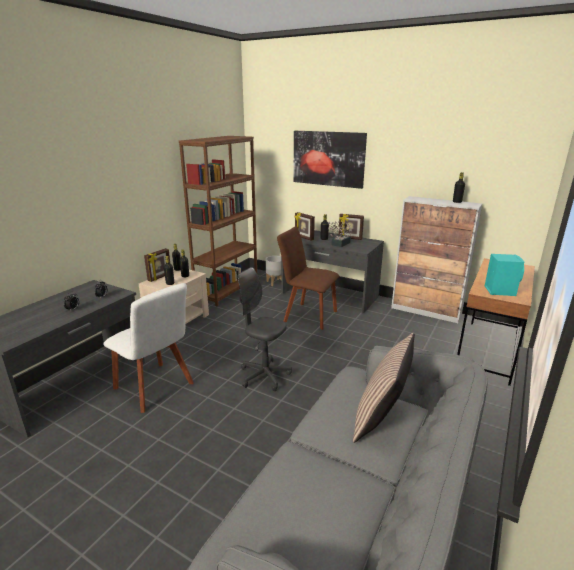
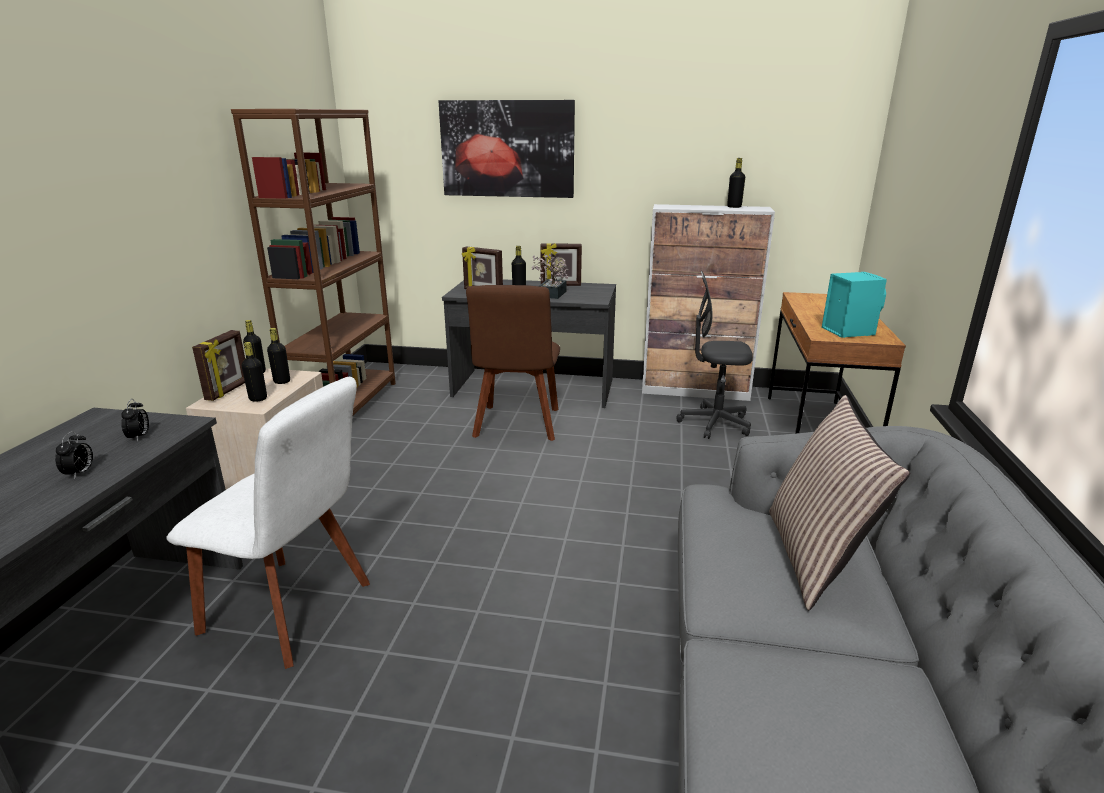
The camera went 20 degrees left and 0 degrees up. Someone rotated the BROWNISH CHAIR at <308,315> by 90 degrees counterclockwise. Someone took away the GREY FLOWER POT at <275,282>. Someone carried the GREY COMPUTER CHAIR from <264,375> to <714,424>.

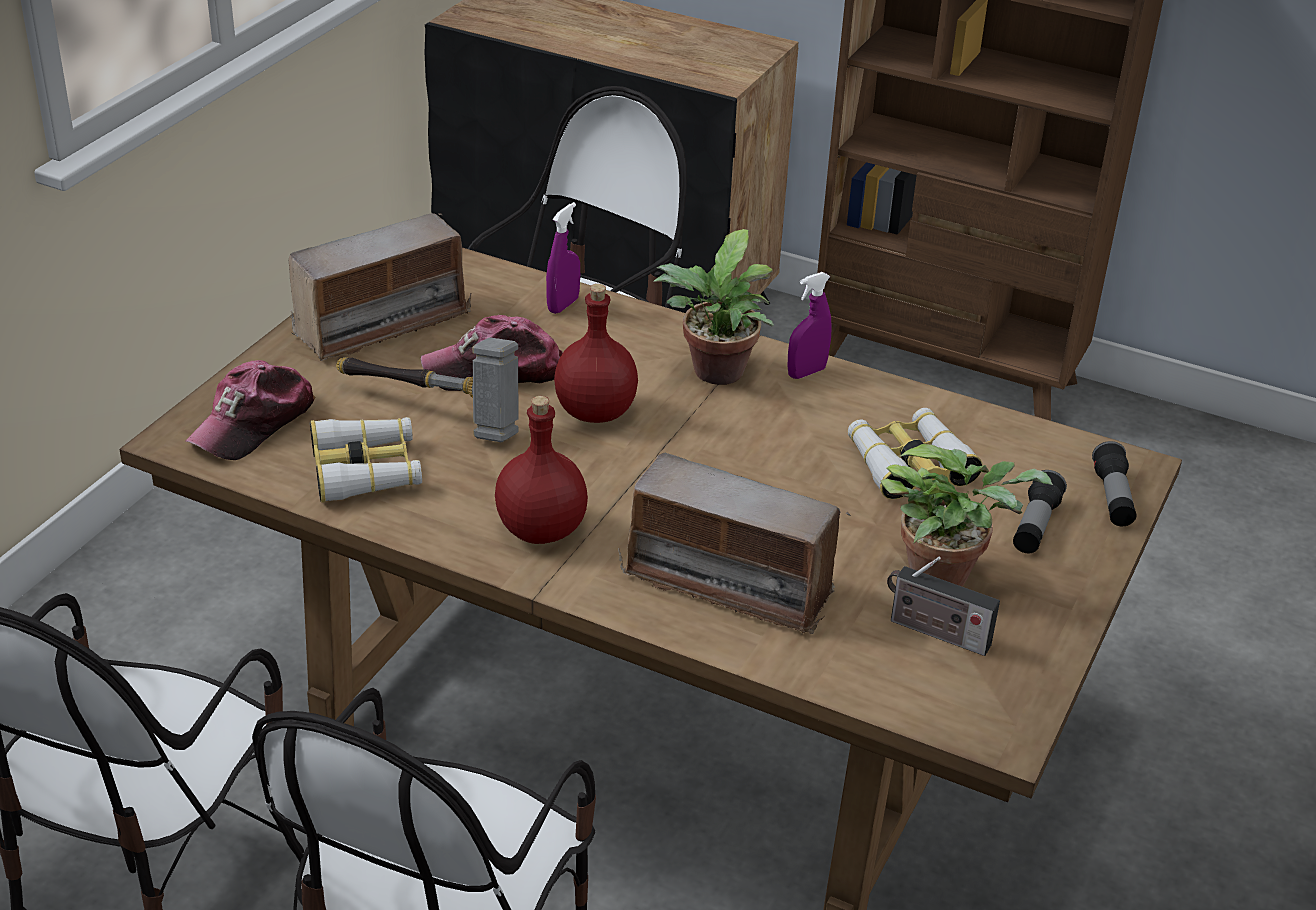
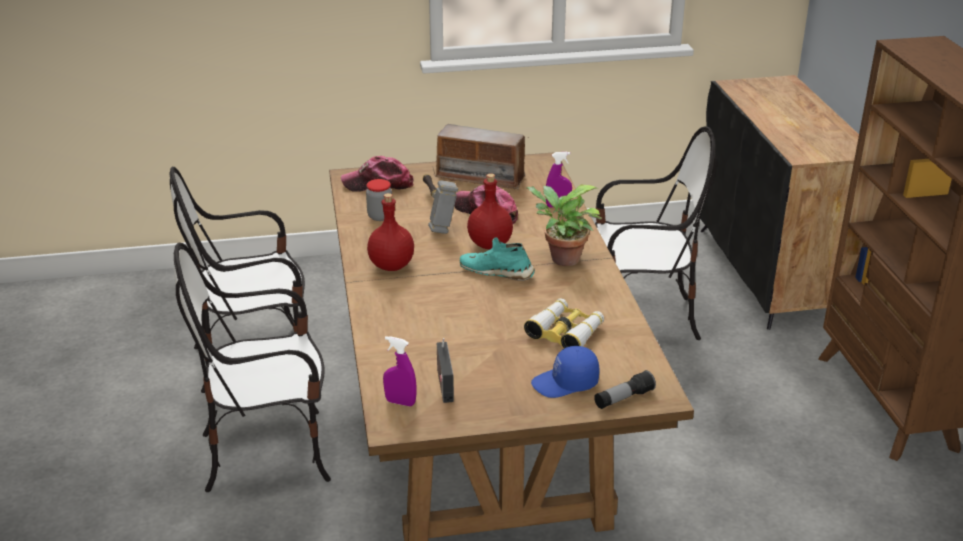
The camera went 55 degrees right and 5 degrees down. Someone carried the PURPLE SPRAY BOTTLE from <806,372> to <400,402>. Someone swapped the BINOCULARS at <366,470> for the JAR at <380,216>. Someone took away the POTTED PLANT at <946,575>. Someone took away the RADIO at <730,583>. Someone swapped the FLASHLIGHT at <1035,526> for the BLUE-COLOURED CAP at <565,383>. Someone put down the TURQUOISE-COLOURED LOW SHOE at <497,271>.

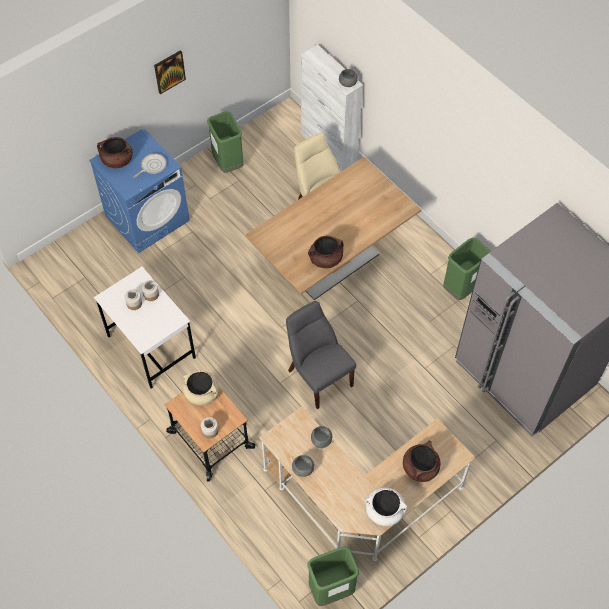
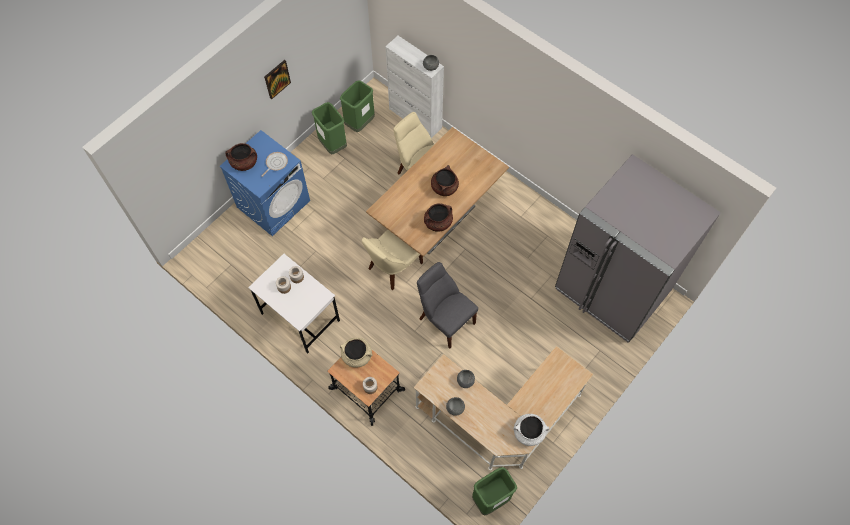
The camera went 10 degrees left and 5 degrees up. Someone carried the GREENISH RUBBISH BIN from <461,289> to <360,123>. Someone carried the BROWNISH SAUCEPOT from <420,467> to <444,187>. Someone put down the SAND-COLOURED CHAIR at <393,267>.

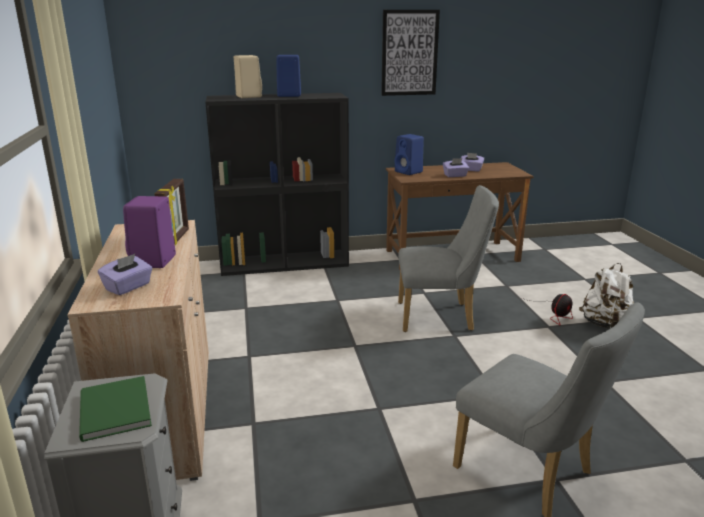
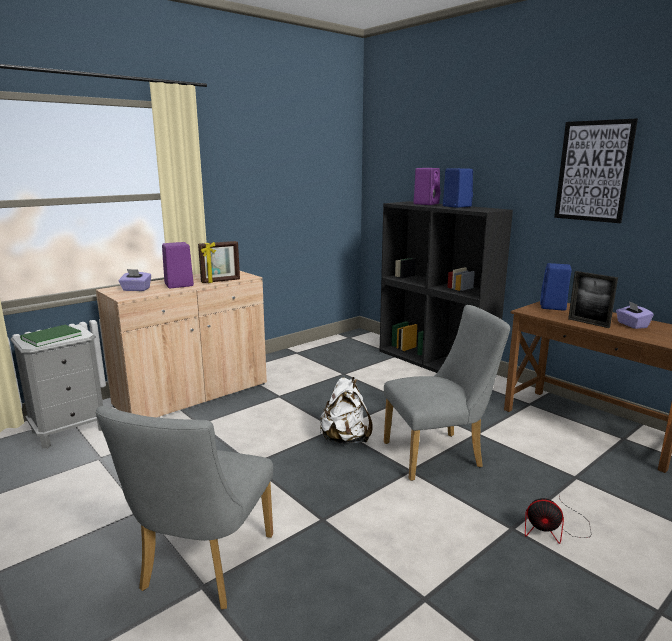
The camera went 60 degrees right and 5 degrees down. Someone repainted the SAND-COLOURED SPEAKER at <248,96>, which became the PURPLE SPEAKER at <426,204>. Someone swapped the PURPLE TISSUE HOLDER at <455,175> for the PICTURE FRAME at <588,323>. Someone rotated the GREY CHAIR at <441,317> by 75 degrees counterclockwise. Someone carried the WHITISH KNAPSACK from <605,325> to <345,439>.

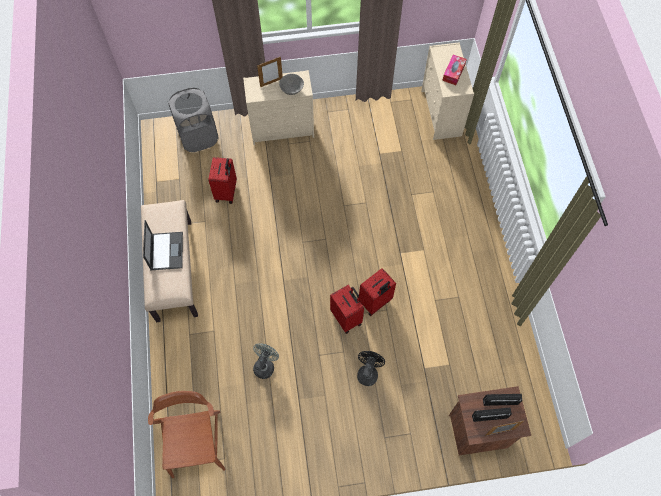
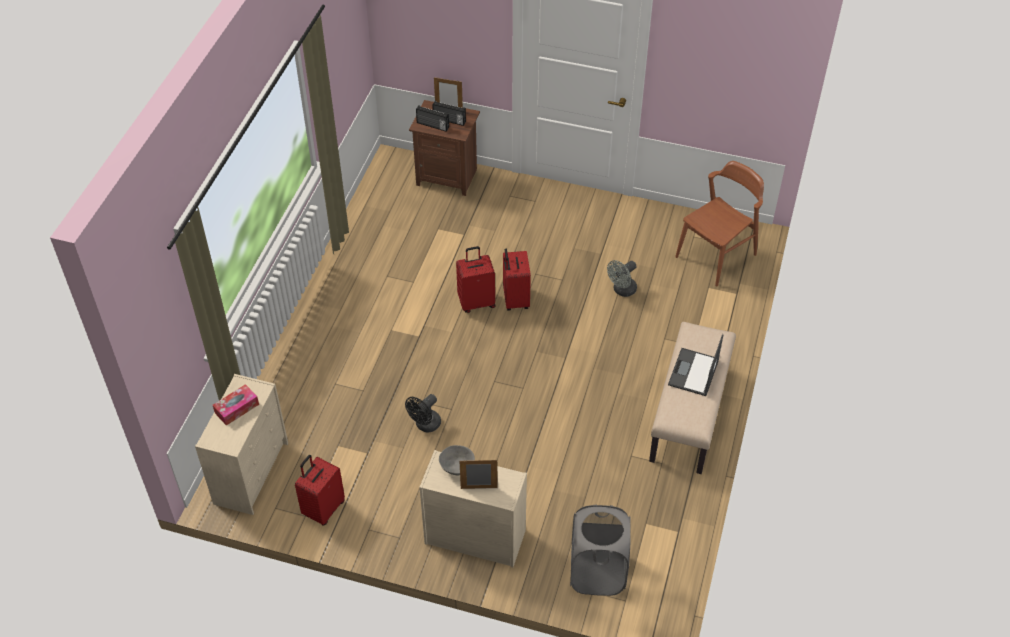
The camera went 155 degrees left and 15 degrees down. Someone carried the REDDISH TRAVEL CASE from <227,192> to <323,508>. Someone carried the BLACKISH ELECTRIC FAN from <368,372> to <425,425>. Someone rotated the BROWNISH CHAIR at <196,443> by 150 degrees counterclockwise.

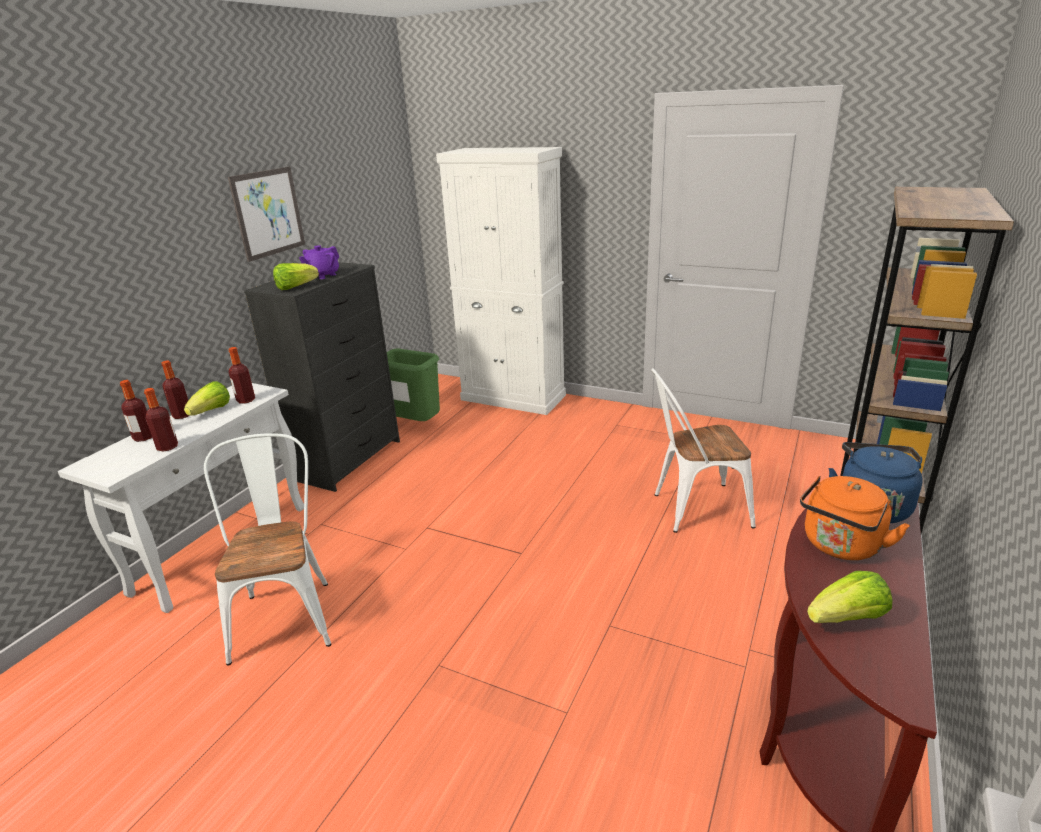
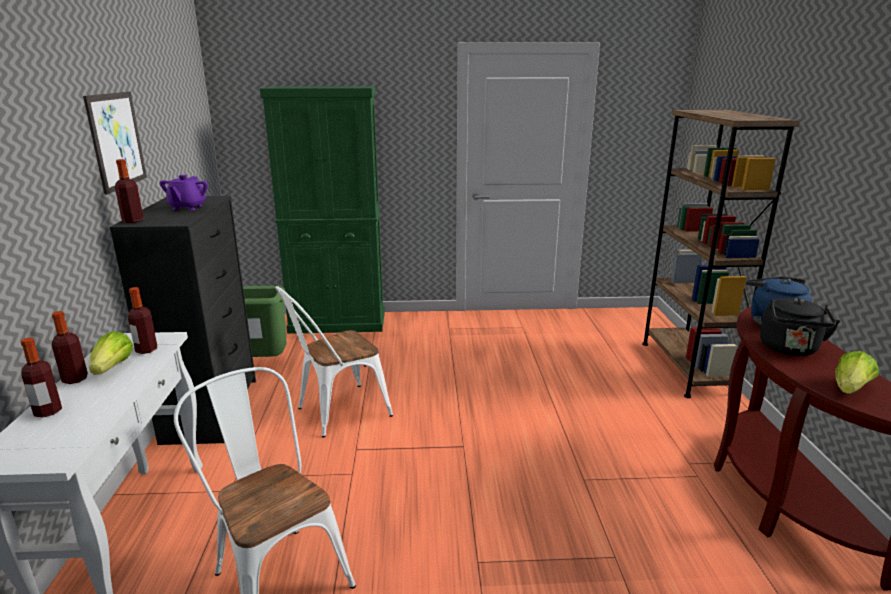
The camera went 30 degrees left and 5 degrees down. Someone repainted the WHITISH CABINET at <513,397>, which became the GREENISH CABINET at <338,323>. Someone took away the HEAD OF LETTUCE at <295,287>. Someone carried the WHITISH CHAIR from <693,509> to <336,413>. Someone carried the BOTTLE from <167,447> to <133,221>. Someone repainted the ORANGEY WATER KETTLE at <840,546>, which became the BLACKISH WATER KETTLE at <789,349>.

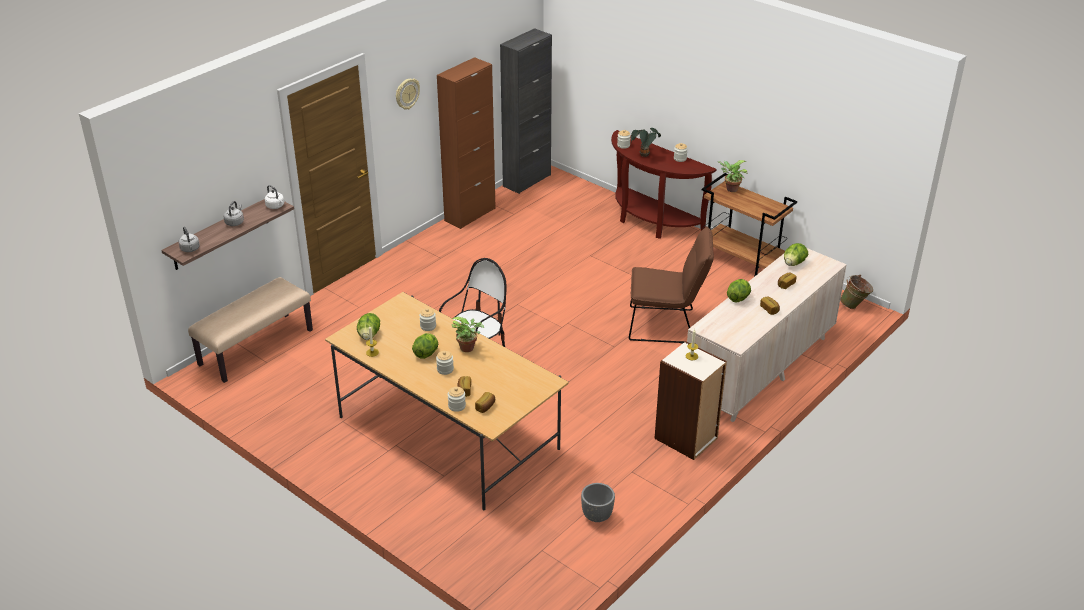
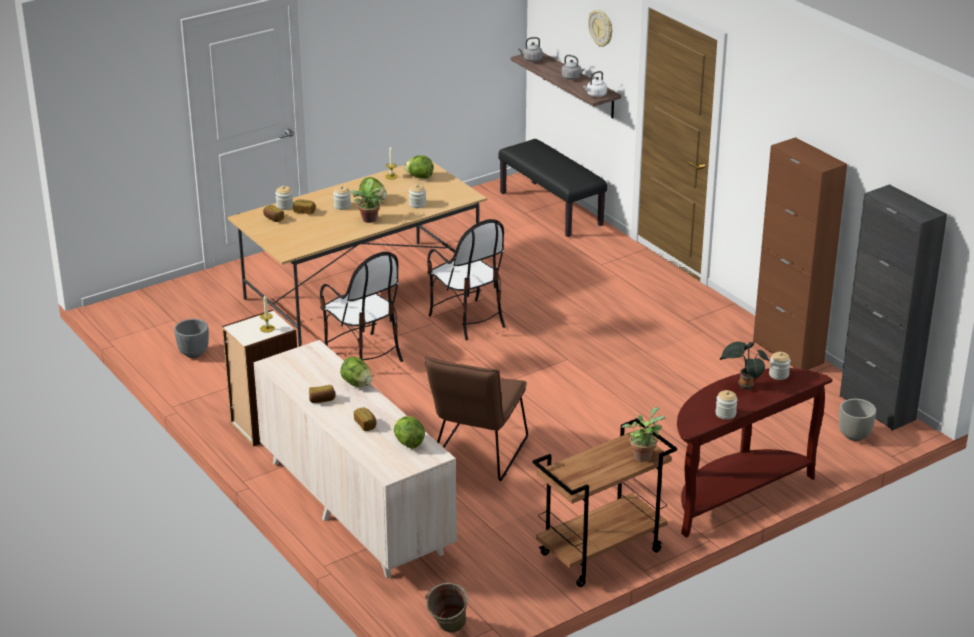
The camera went 105 degrees right and 5 degrees down. Someone carried the CLOCK ON THE WALL from <407,94> to <601,28>. Someone repainted the SAND-COLOURED BENCH at <256,347>, which became the BLACKISH BENCH at <551,209>. Someone put down the CHAIR at <363,355>. Someone put down the GREY FLOWER POT at <854,436>.

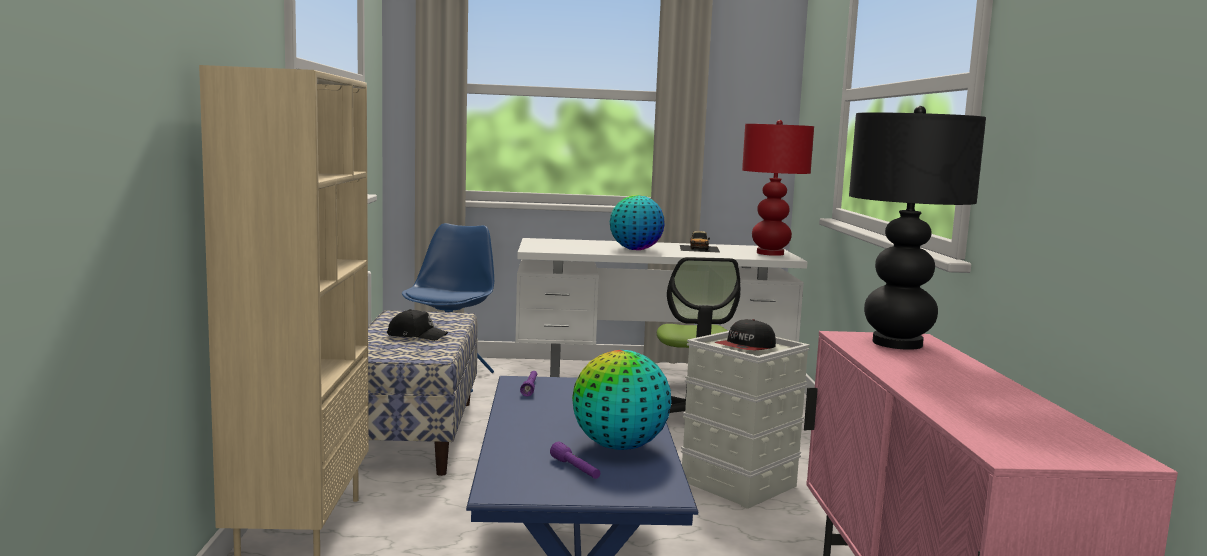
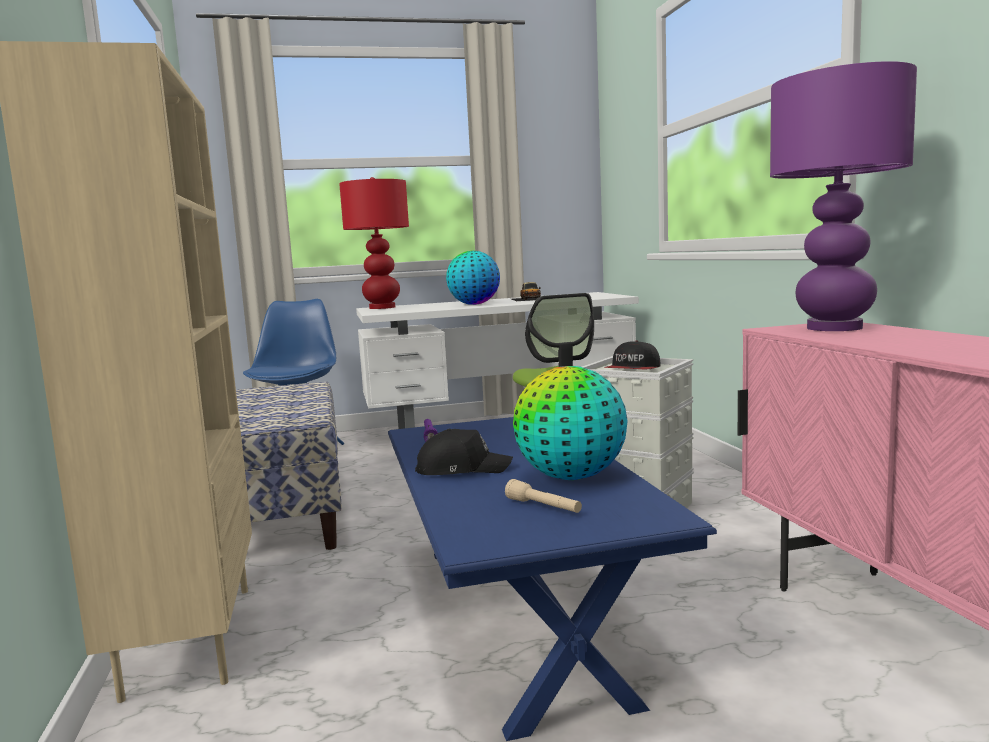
The camera went 10 degrees left and 0 degrees up. Someone repainted the BLACKISH TABLETOP LAMP at <897,344>, which became the PURPLE TABLETOP LAMP at <835,328>. Someone carried the REDDISH TABLETOP LAMP from <769,253> to <381,308>. Someone carried the BLACKISH CAP from <416,336> to <462,469>. Someone repainted the PURPLE FLASHLIGHT at <575,469>, which became the SAND-COLOURED FLASHLIGHT at <543,507>.

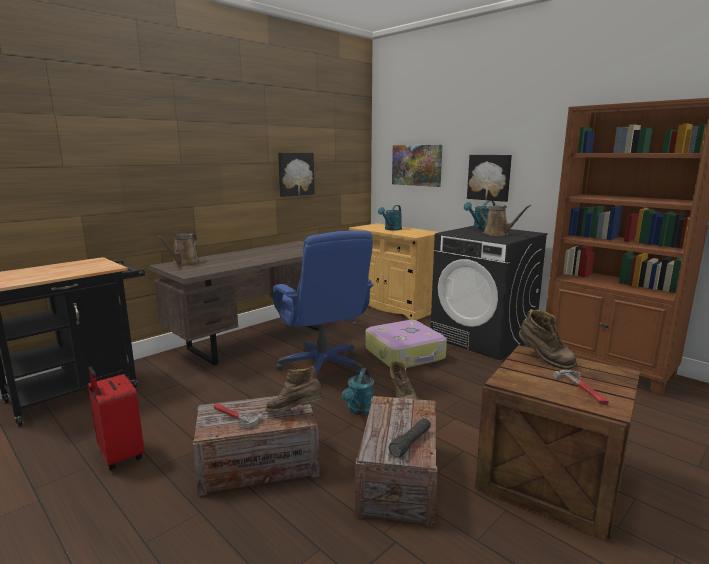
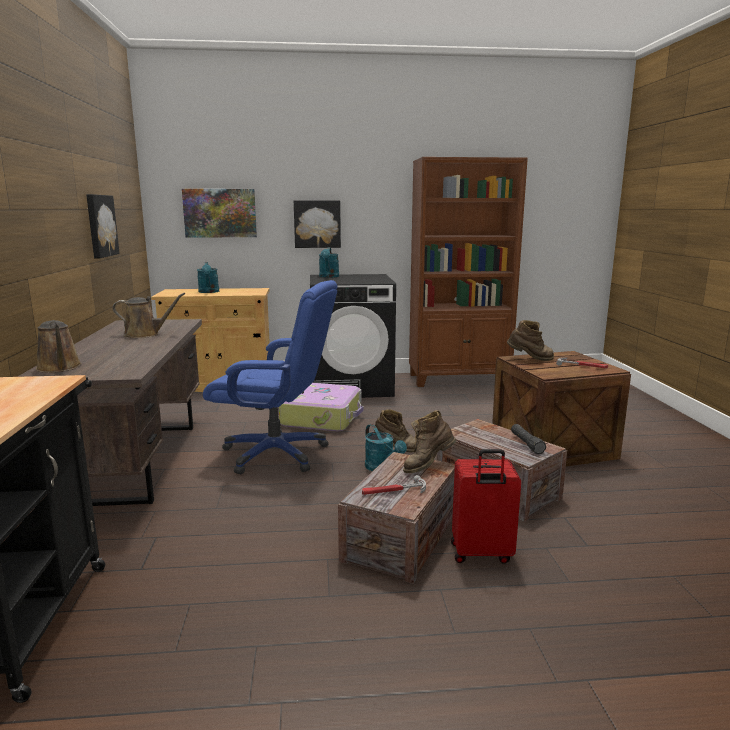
The camera went 50 degrees left and 0 degrees up. Someone carried the BROWNISH WATERING CAN from <498,234> to <145,334>. Someone carried the REDDISH TRAVEL CASE from <120,456> to <481,554>.

